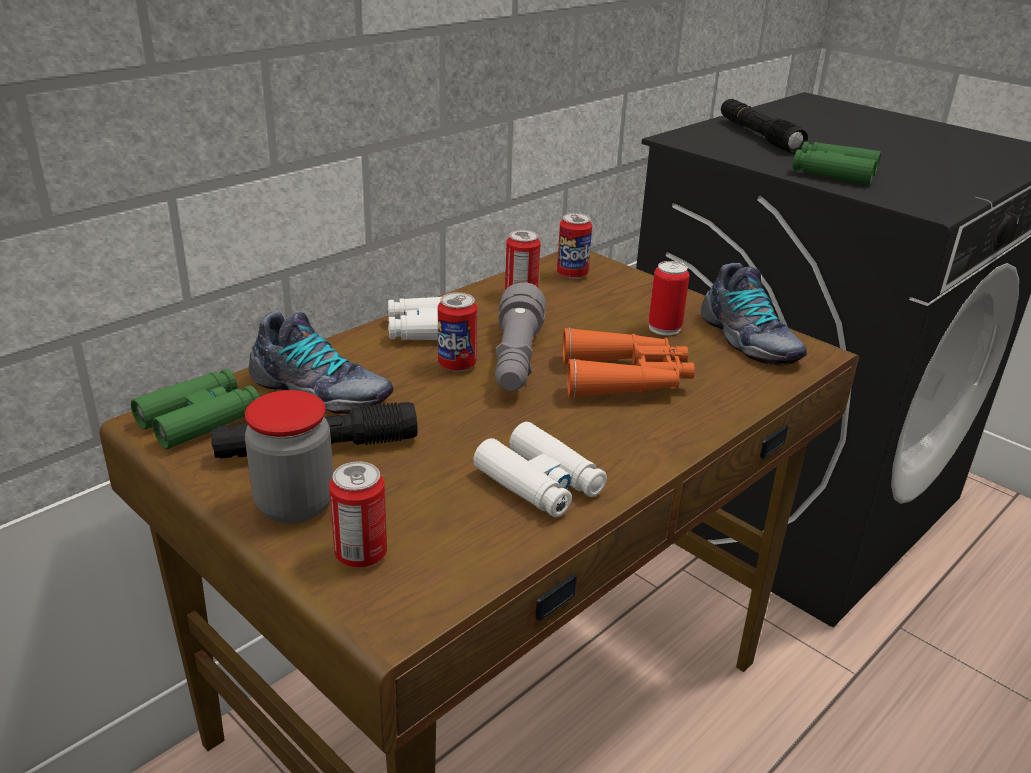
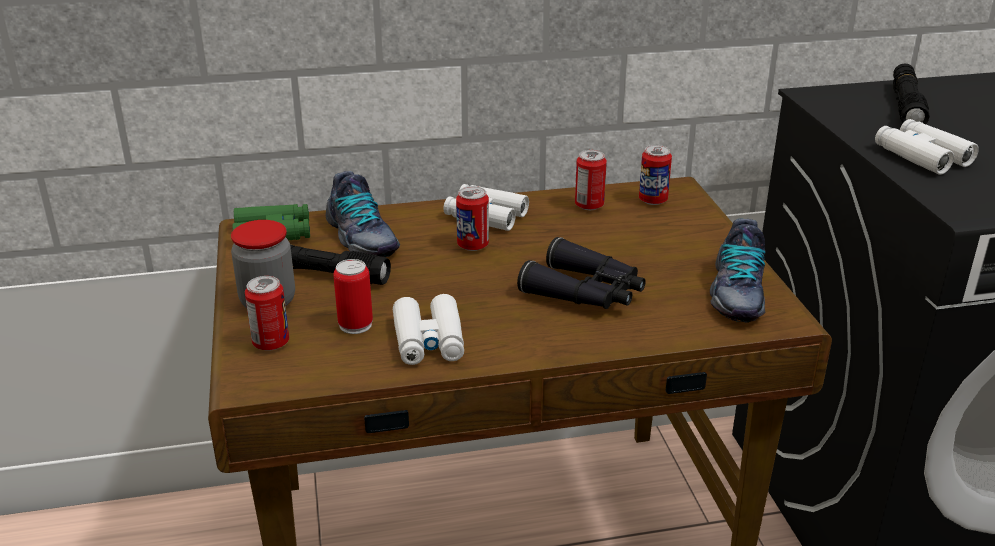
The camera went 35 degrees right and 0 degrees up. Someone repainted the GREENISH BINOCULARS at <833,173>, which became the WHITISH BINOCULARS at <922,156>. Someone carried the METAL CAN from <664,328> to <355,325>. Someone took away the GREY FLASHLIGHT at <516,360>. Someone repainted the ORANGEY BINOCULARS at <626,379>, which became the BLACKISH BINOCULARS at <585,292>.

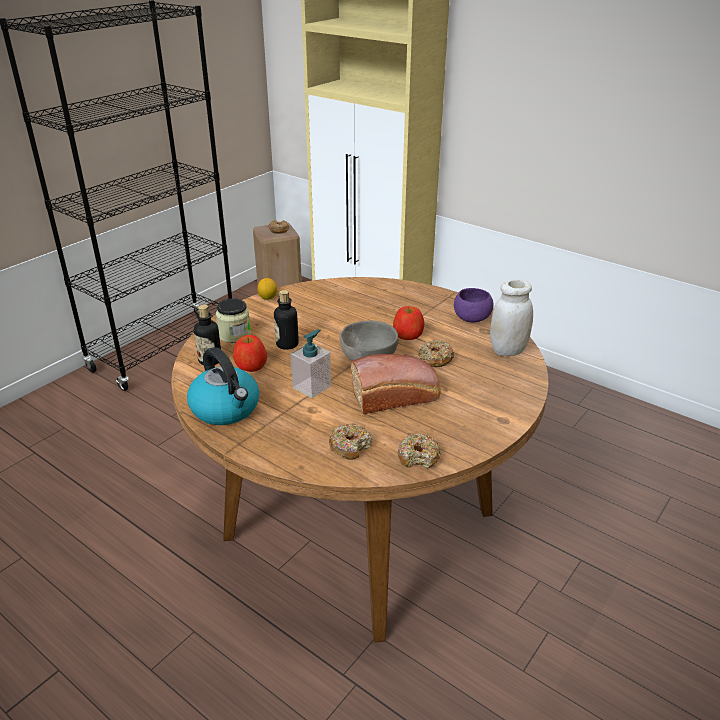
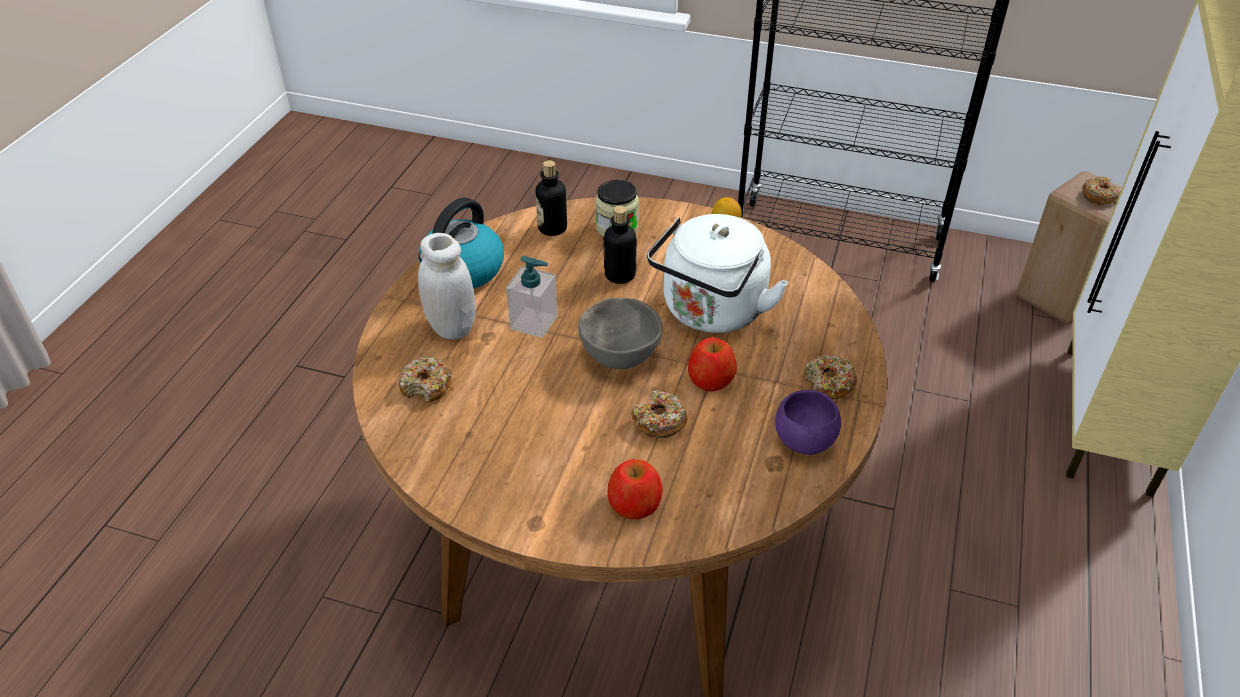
The camera went 70 degrees right and 10 degrees up. Someone carried the WHITISH JAR from <508,350> to <451,327>. Someone carried the APPLE from <251,365> to <635,503>. Someone took away the BAKED BREAD at <397,397>. Someone carried the DONUT from <418,457> to <828,384>. Someone put down the WHITISH WATER KETTLE at <711,313>.

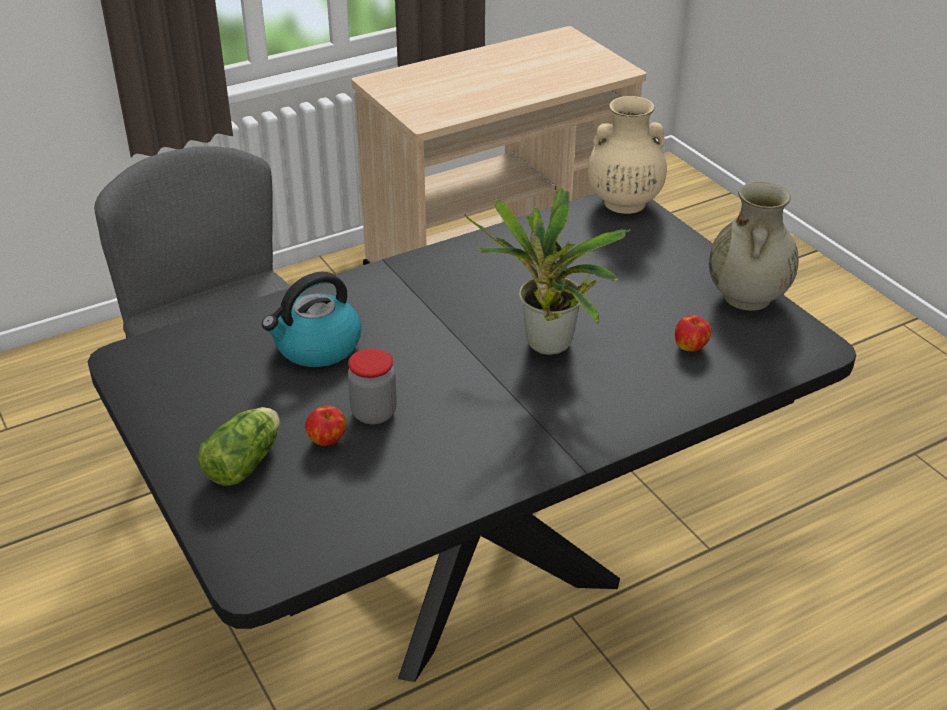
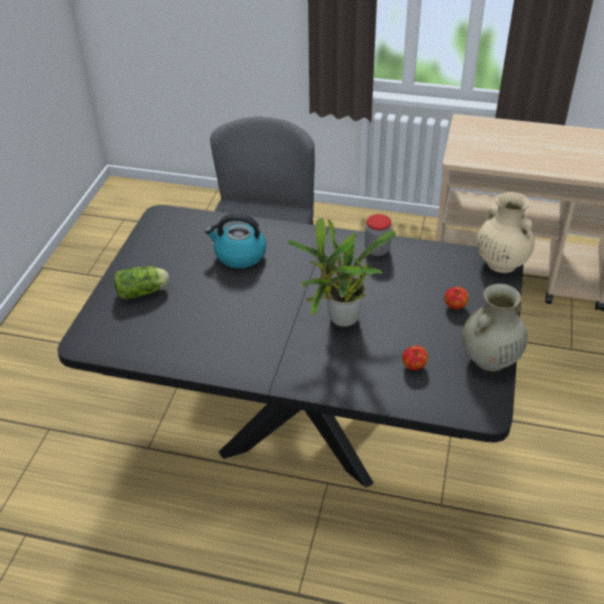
The camera went 45 degrees right and 5 degrees up. Someone carried the JAR from <374,413> to <377,250>. Someone carried the APPLE from <327,440> to <455,306>.

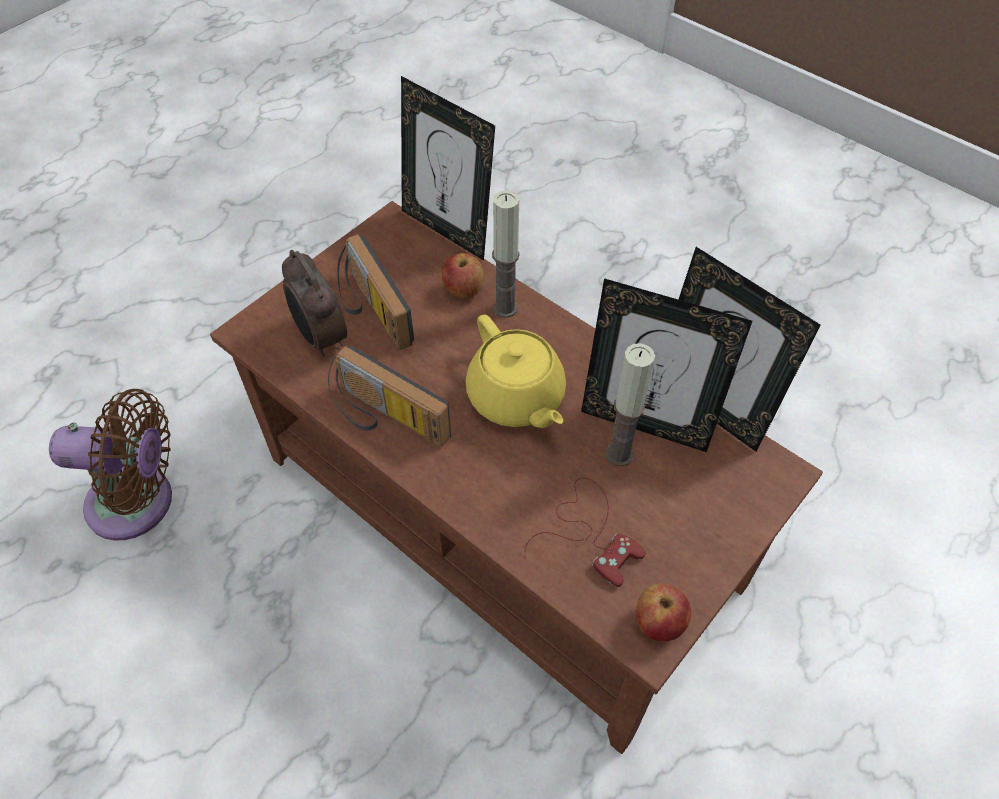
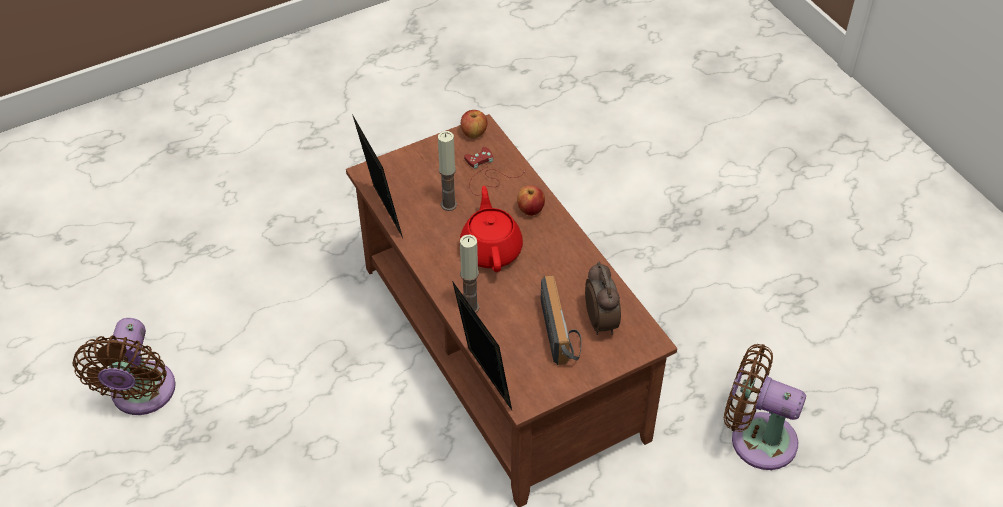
The camera went 160 degrees left and 5 degrees down. Someone carried the APPLE from <463,290> to <530,210>. Someone took away the PICTURE FRAME at <645,423>. Someone repainted the YELLOWISH POT FOR TEA at <516,398>, which became the REDDISH POT FOR TEA at <491,249>. Someone took away the RADIO at <384,418>. Someone put down the BROWNISH ELECTRIC FAN at <141,395>.

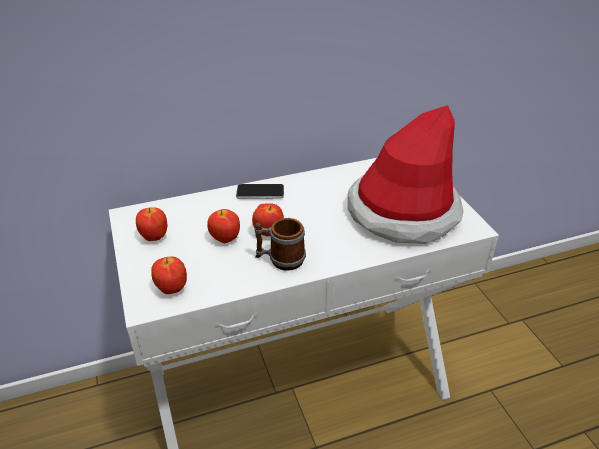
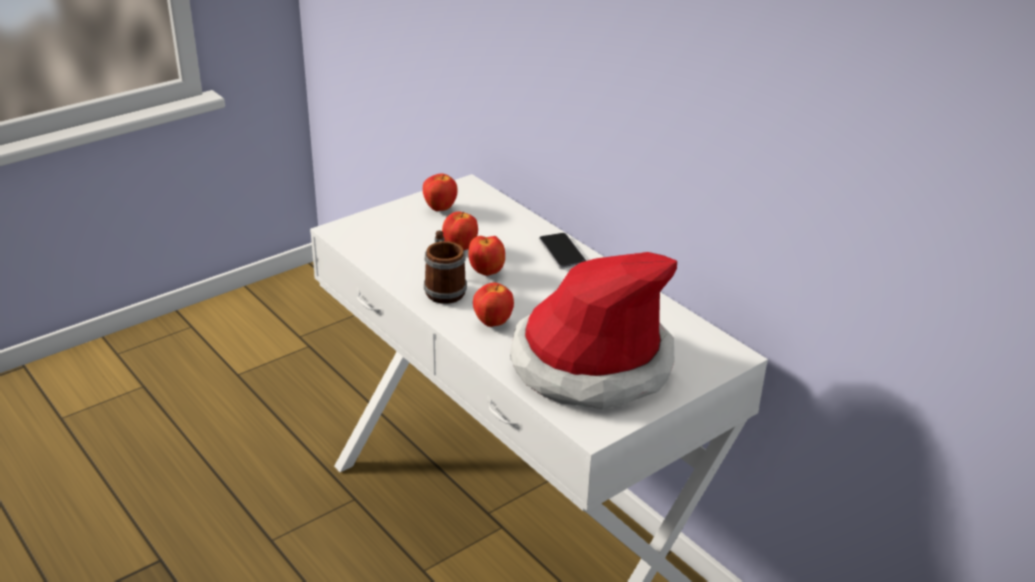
The camera went 70 degrees right and 5 degrees down. Someone carried the APPLE from <171,289> to <493,322>.

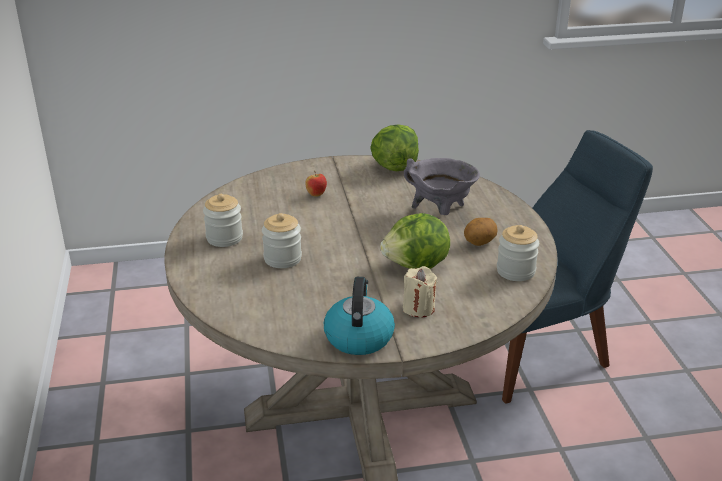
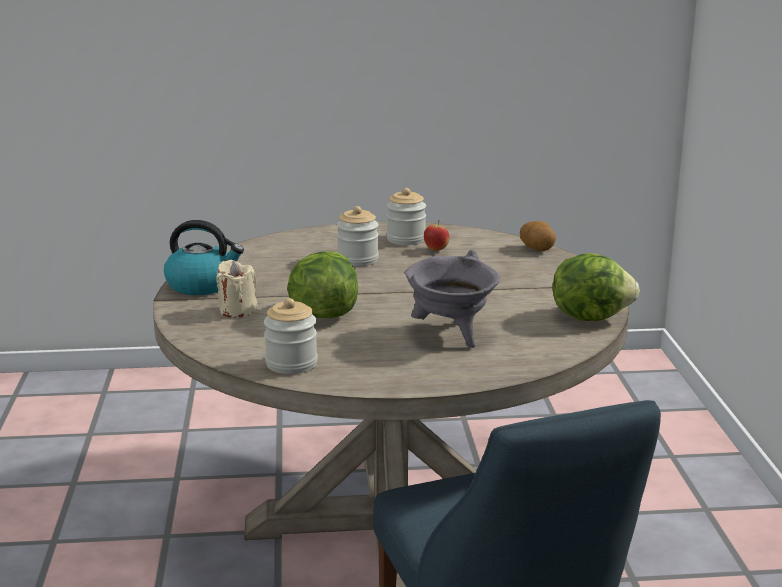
The camera went 95 degrees right and 10 degrees down. Someone carried the APPLE from <316,195> to <436,250>. Someone carried the WHOLE POTATO from <479,243> to <537,249>.

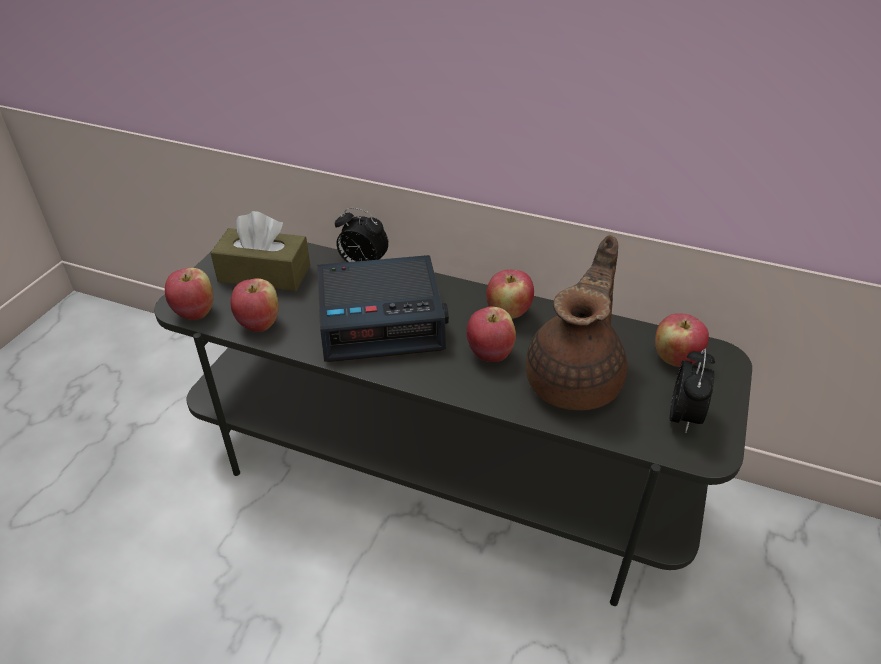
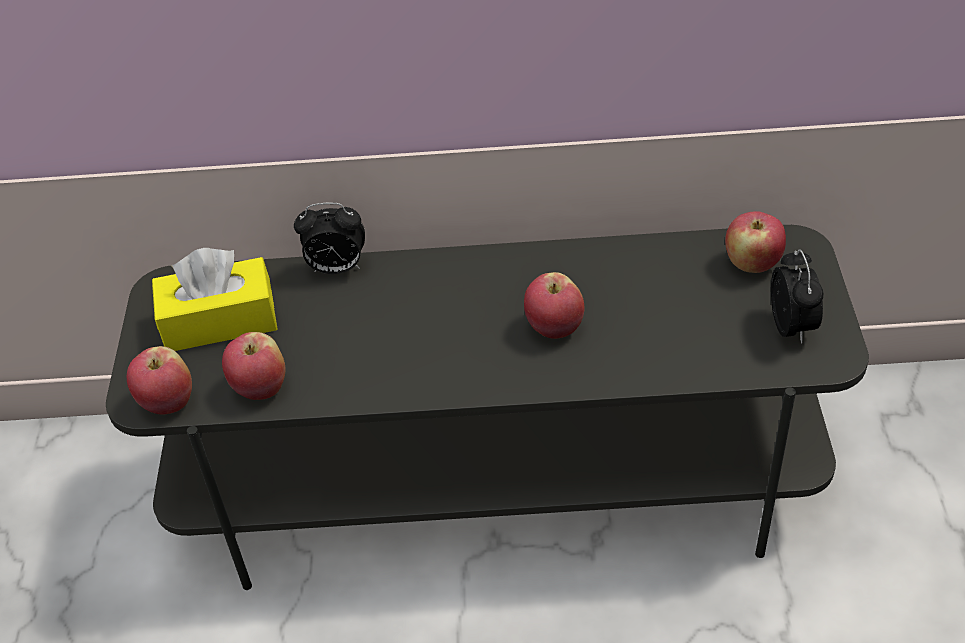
The camera went 20 degrees left and 5 degrees up. Someone repainted the BROWNISH TISSUE HOLDER at <264,273>, which became the YELLOWISH TISSUE HOLDER at <220,321>. Someone took away the BROWNISH POT FOR TEA at <576,380>. Someone took away the TABLE CLOCK at <382,319>. Someone took away the APPLE at <508,312>.

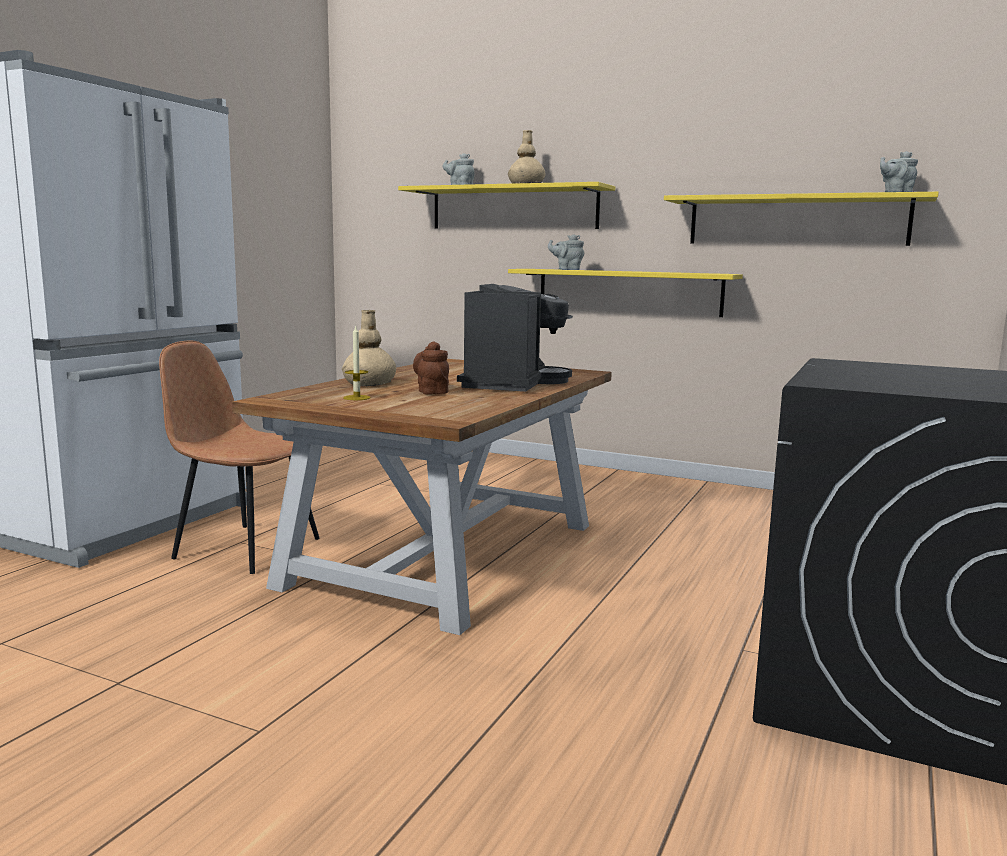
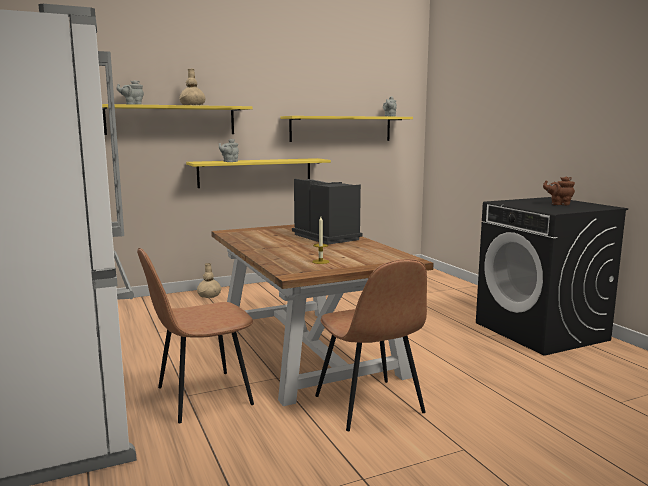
The camera went 50 degrees left and 0 degrees up. Someone carried the SAND-COLOURED FLOWER VASE from <369,383> to <209,295>. Someone carried the BROWNISH POT FOR TEA from <432,392> to <559,204>. Someone put down the BROWNISH CHAIR at <370,405>.

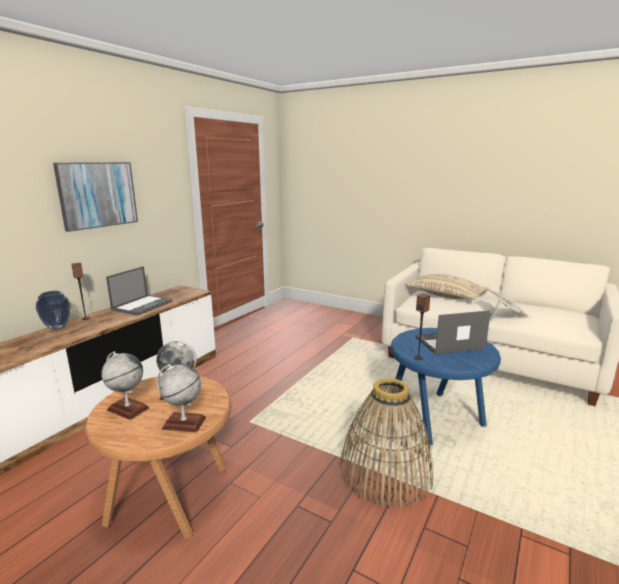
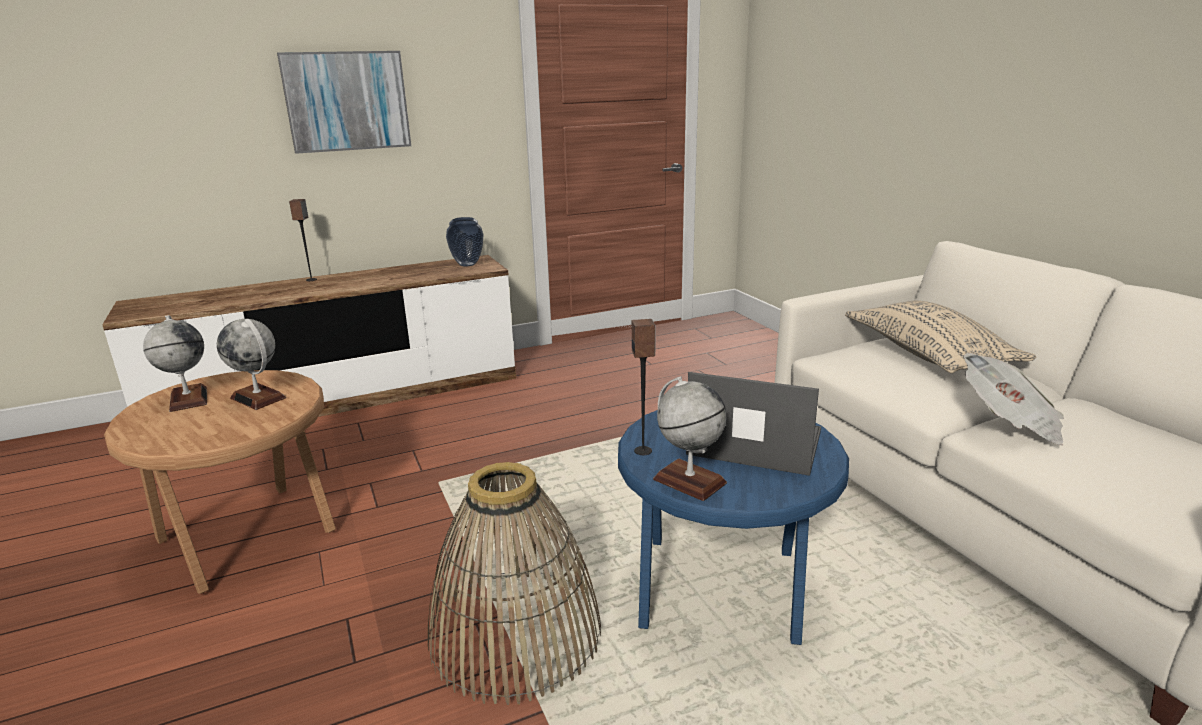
The camera went 35 degrees right and 5 degrees up. Someone took away the LAPTOP at <142,305>. Someone carried the FLOWER VASE from <57,327> to <468,264>. Someone carried the GLOBE from <184,423> to <689,481>.

